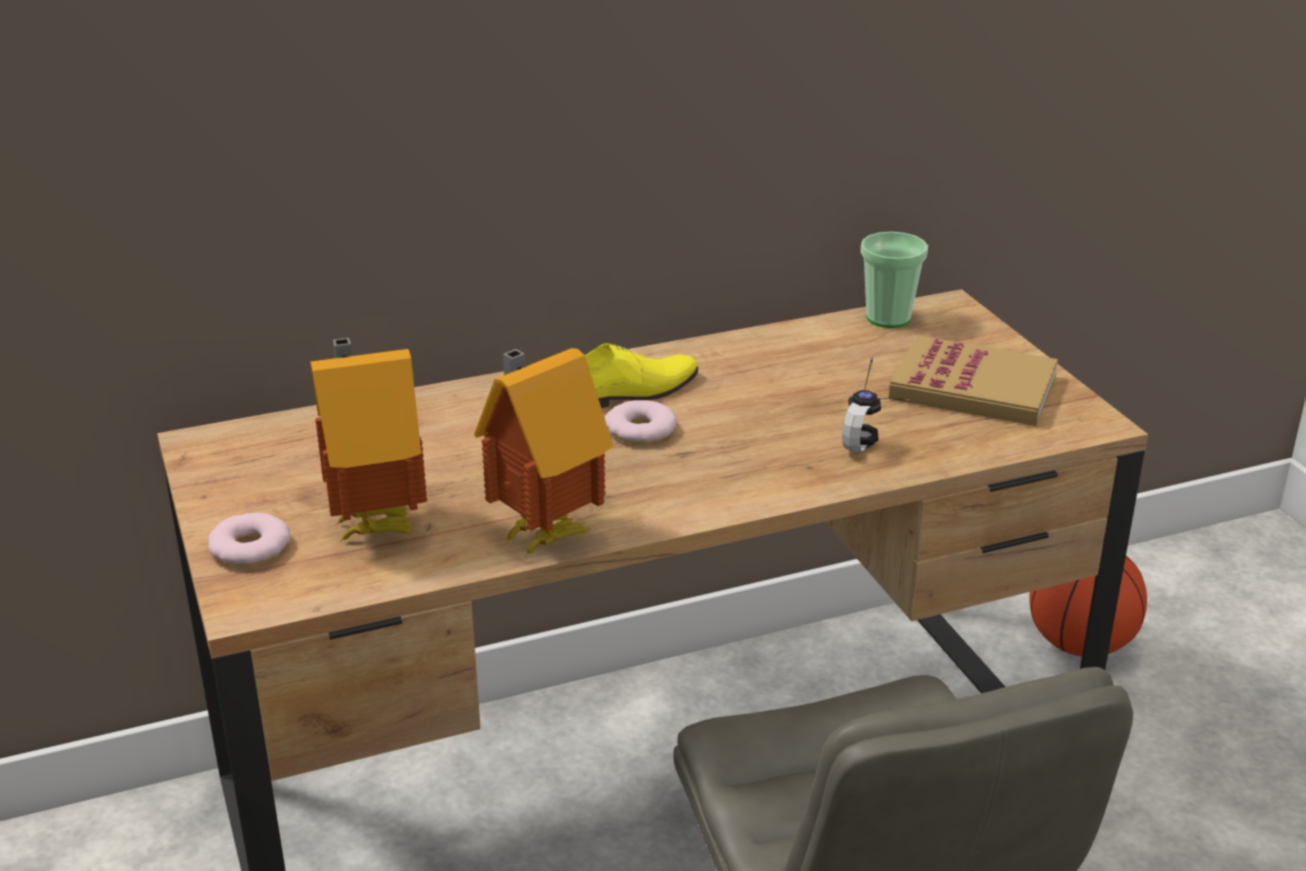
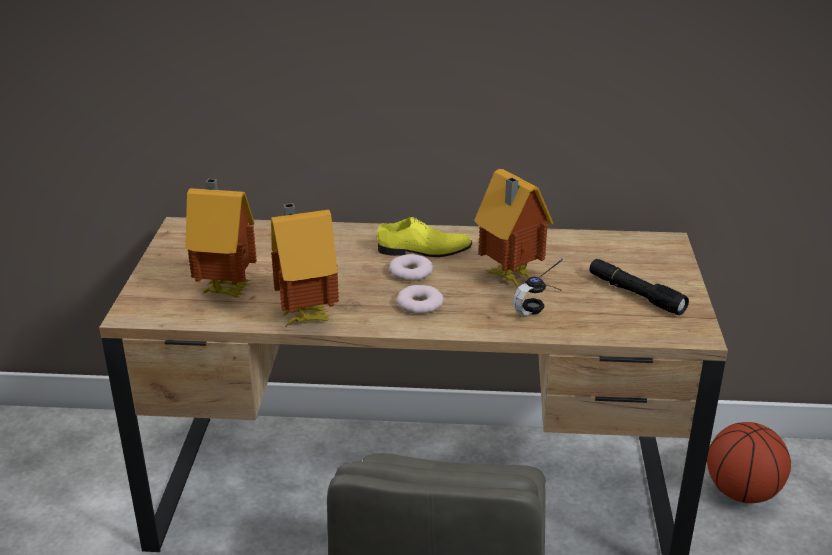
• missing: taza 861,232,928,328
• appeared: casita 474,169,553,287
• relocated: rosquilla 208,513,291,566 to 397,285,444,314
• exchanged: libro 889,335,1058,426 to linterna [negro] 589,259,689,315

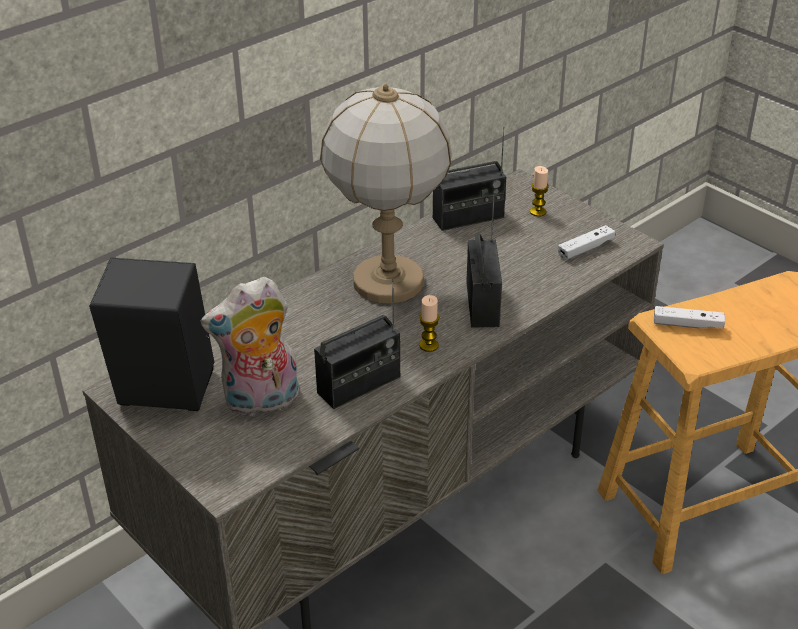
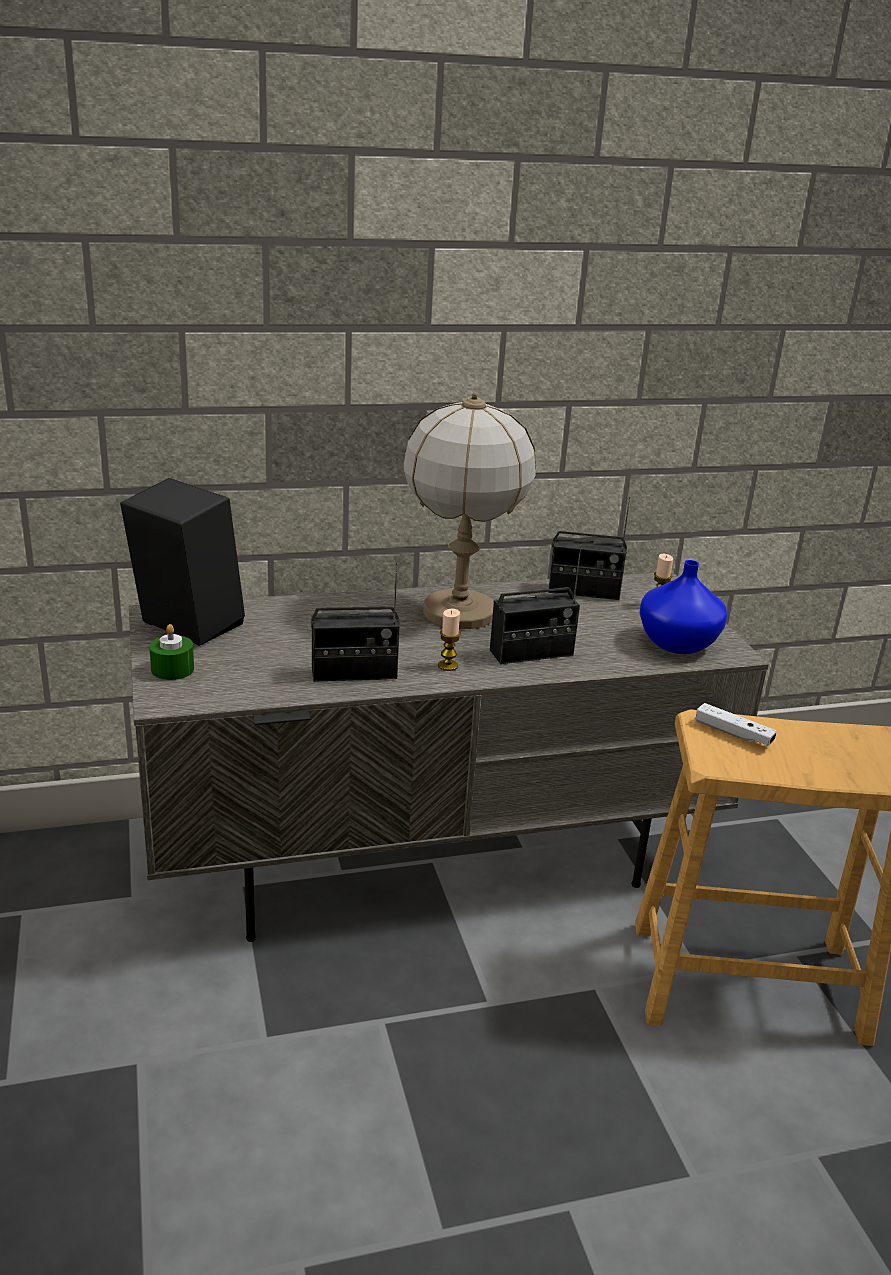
• missing: peluche 201,277,299,417
• appeared: vela [verde] 149,624,194,680
• exchanged: mando de consola [blanco] 558,225,615,260 to florero [azul] 640,560,727,654
• spun: radio 466,191,502,327 = 490,544,582,664 45 degrees clockwise

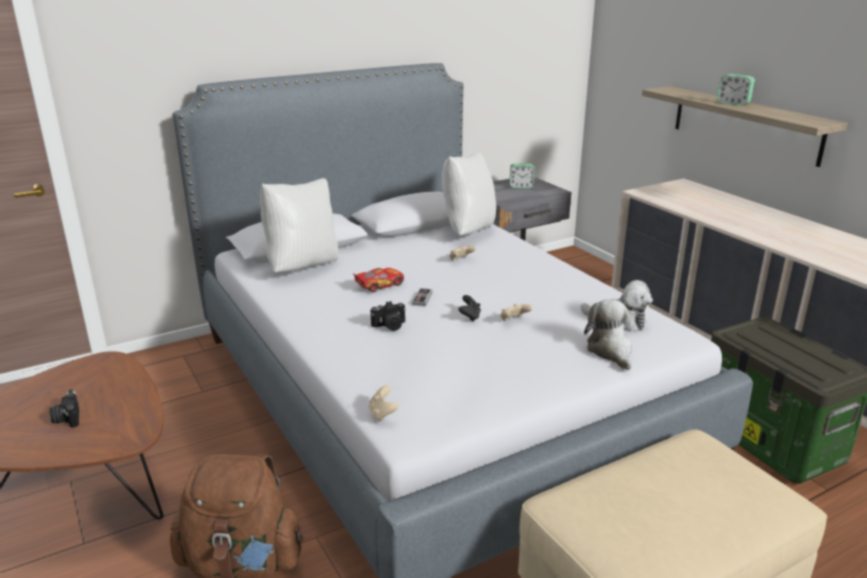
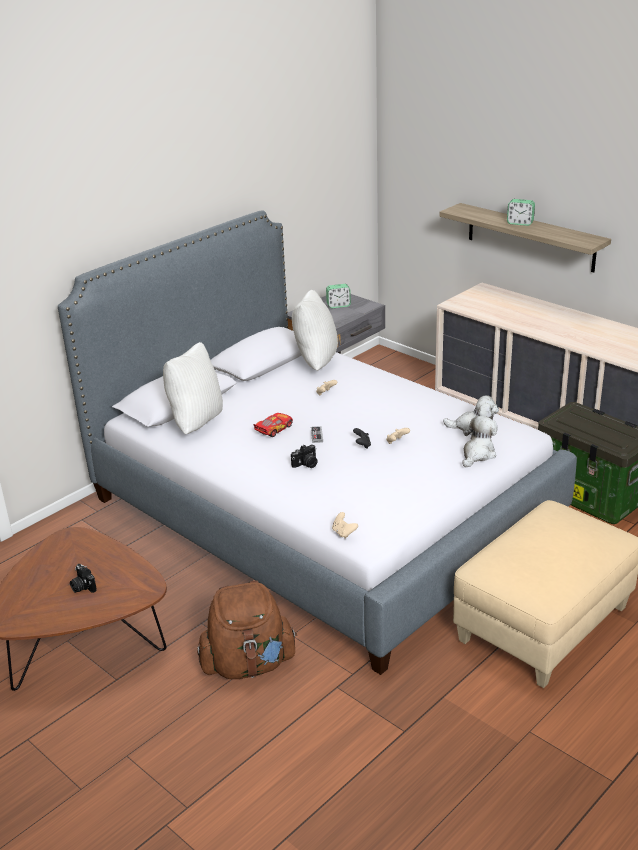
• spun: peluche 584,299,632,370 = 463,416,497,468 60 degrees clockwise

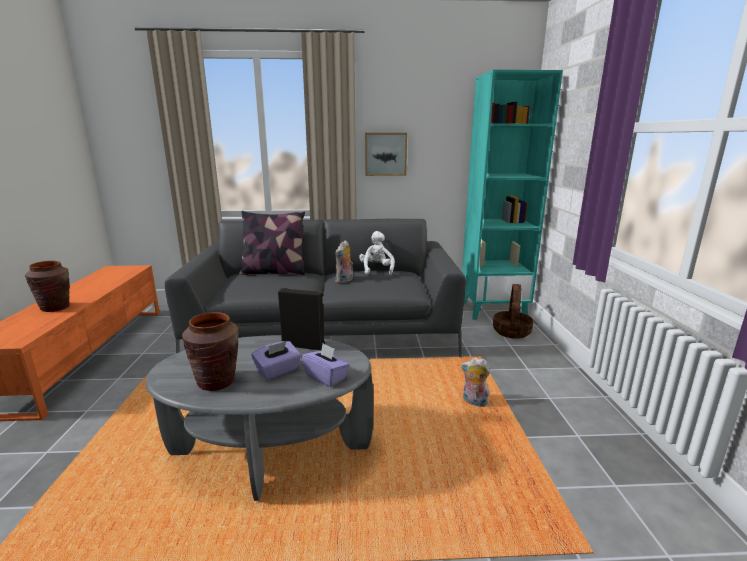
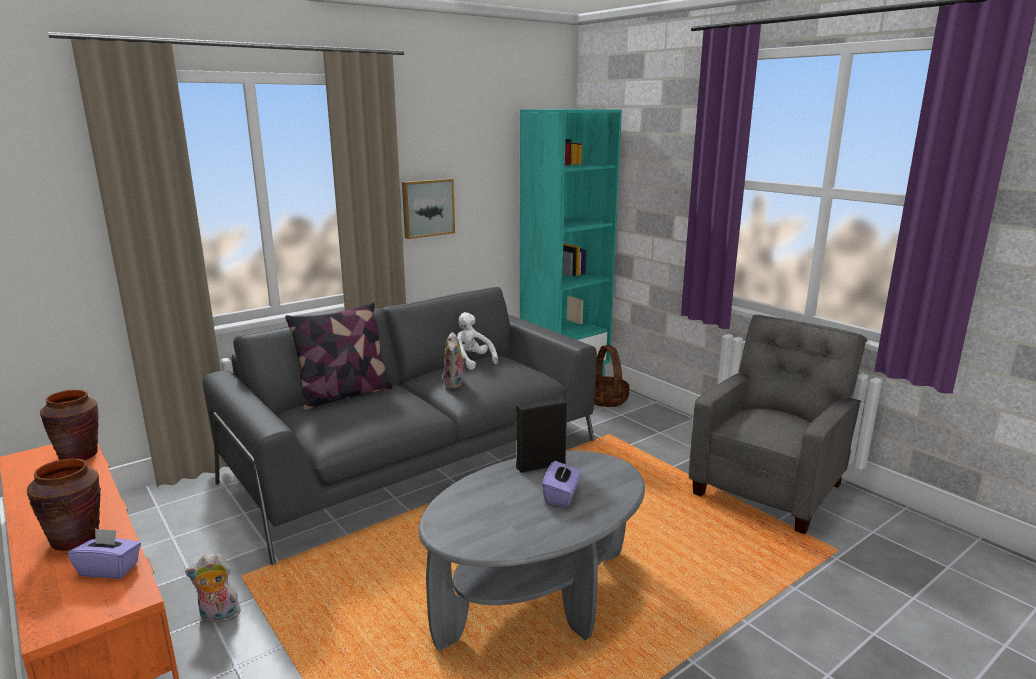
• appeared: sillón [gris] 689,315,868,534
• relocated: florero [marrón] 182,312,239,391 to 40,390,99,460
• relocated: caja de pañuelos [morado] 301,343,350,387 to 68,528,141,579
• relocated: peluche 461,357,490,407 to 185,553,241,625

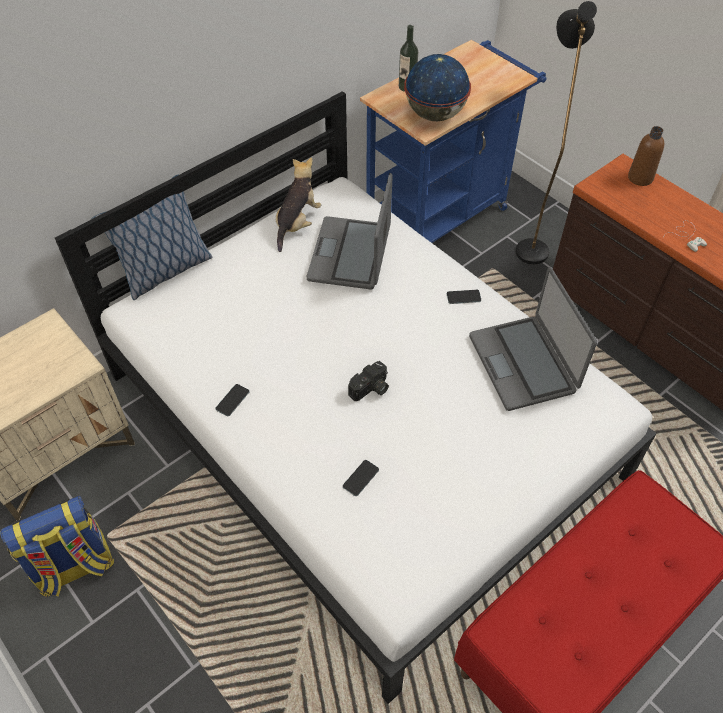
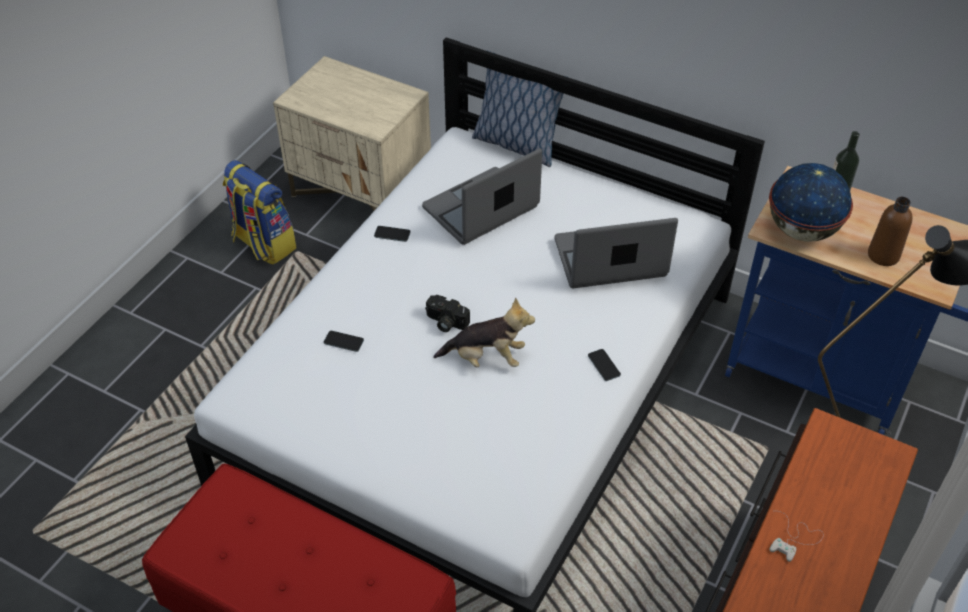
• relocated: peluche 276,158,321,252 to 433,297,535,367
• relocated: portátil 469,267,597,411 to 422,148,542,245
• relocated: botella [marrón] 628,126,664,186 to 868,197,913,266

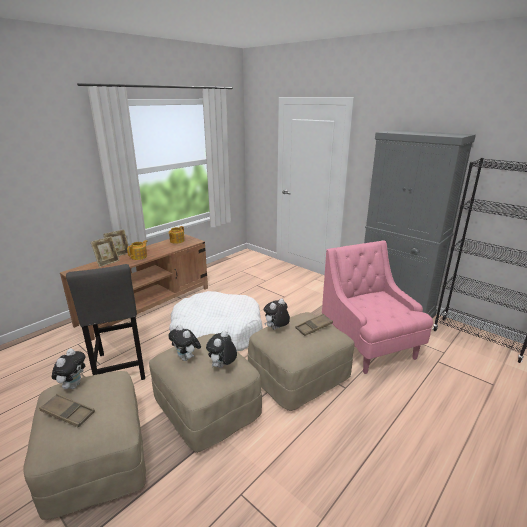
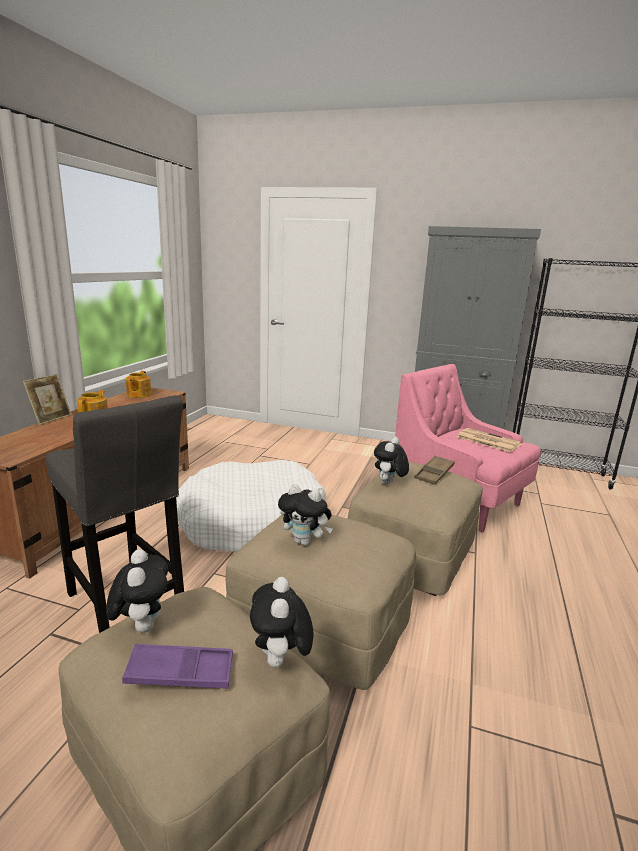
• missing: portarretratos 91,236,120,267
• appeared: periódico 457,428,522,452
• relocated: peluche 206,331,237,368 to 250,577,314,668
• colour: bandeja [marrón] 39,394,95,428 to bandeja [morado] 122,644,233,689

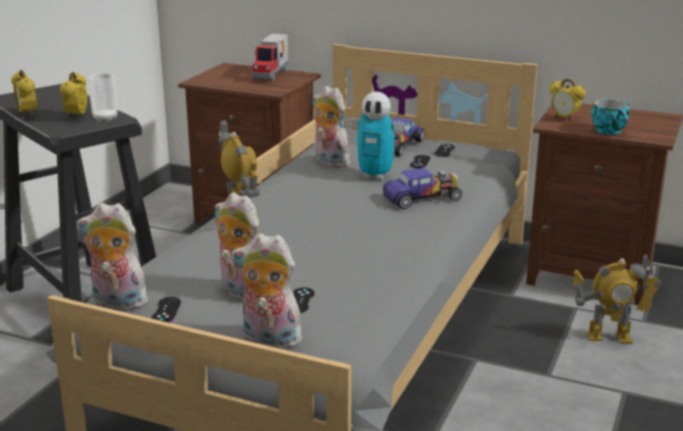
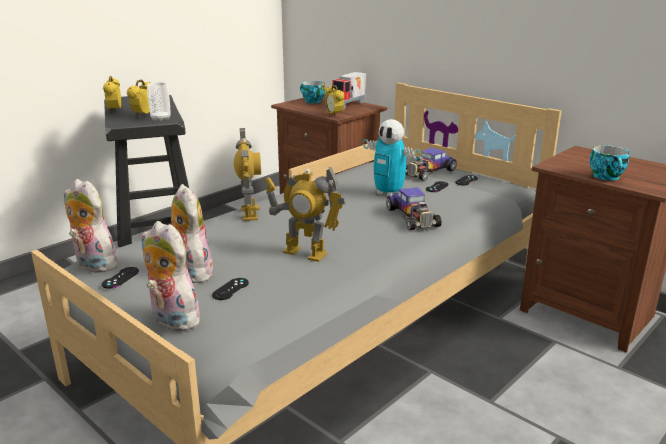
• missing: peluche 312,86,355,168
• appeared: taza 300,81,325,104
• relocated: despertador 549,79,586,121 to 325,85,344,117
• relocated: robot de juguete 571,254,662,344 to 265,166,346,262
• spun: coche de juguete 383,168,462,209 = 386,188,442,230 75 degrees clockwise

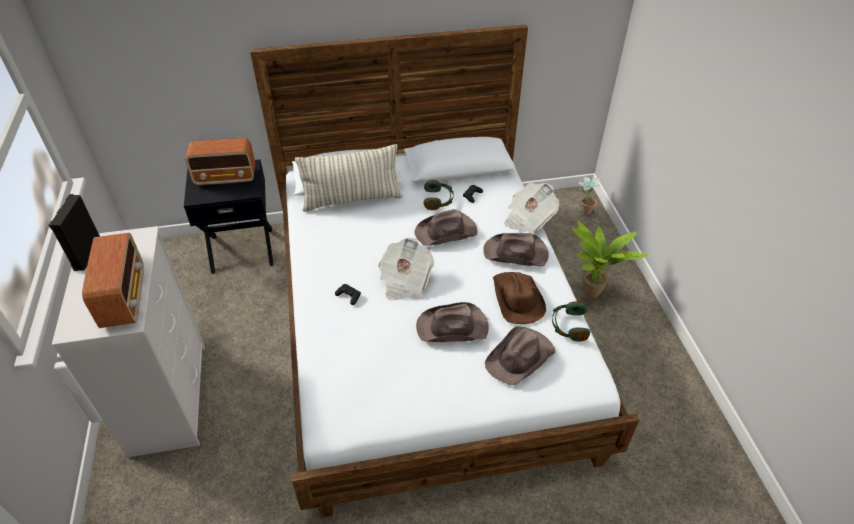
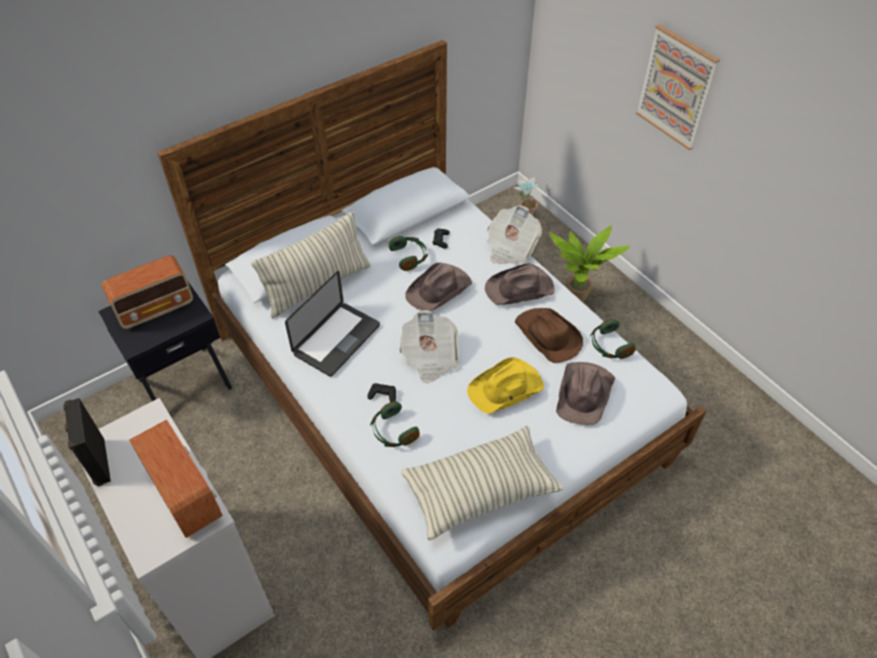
• appeared: portátil 285,271,380,377
• appeared: auriculares [verde] 370,401,420,447
• appeared: cojín 401,426,563,541
• appeared: cuadro 636,24,719,150
• colour: sombrero [marrón] 416,302,489,342 to sombrero [amarillo] 467,357,544,413

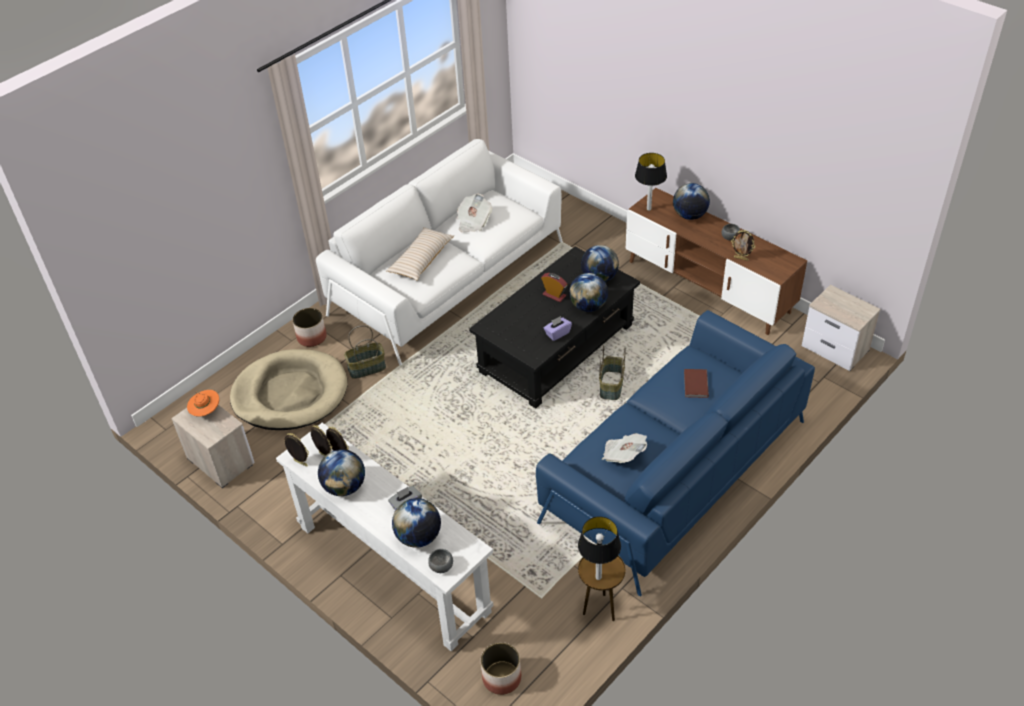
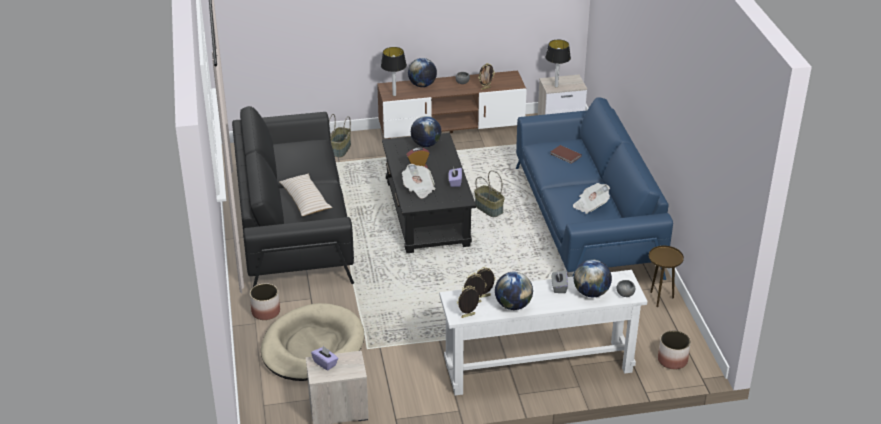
• missing: globo terráqueo 569,273,608,312
• relocated: cesta 344,325,386,379 to 329,114,351,157
• relocated: periódico 457,194,492,233 to 402,164,436,199
• relocated: lámpara de mesa 578,517,621,580 to 546,40,571,88
• exchanged: sombrero [naranja] 187,390,219,417 to caja de pañuelos [morado] 311,346,338,371
• colour: sofá [blanco] 316,139,563,365 to sofá [negro] 232,106,354,287

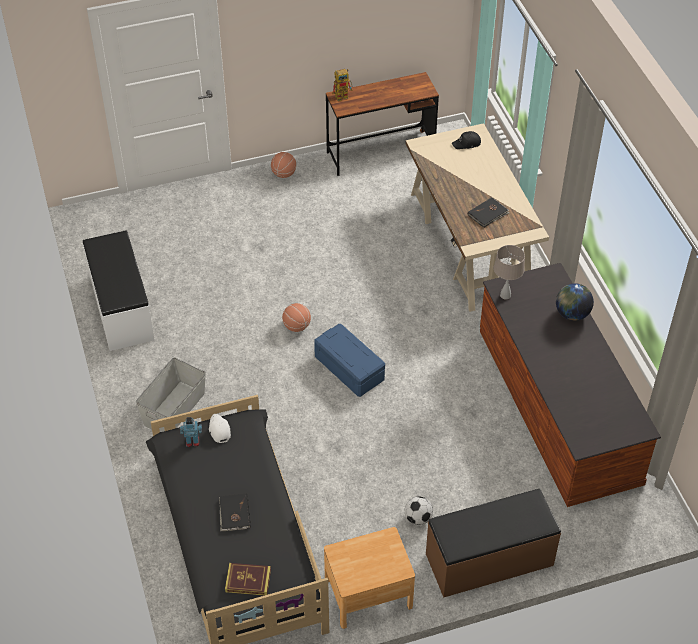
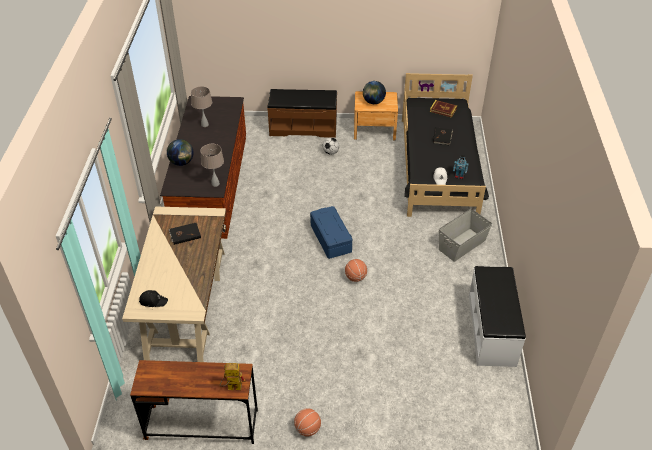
• appeared: lámpara de mesa [beis] 191,86,212,127
• appeared: globo terráqueo 363,81,386,104

